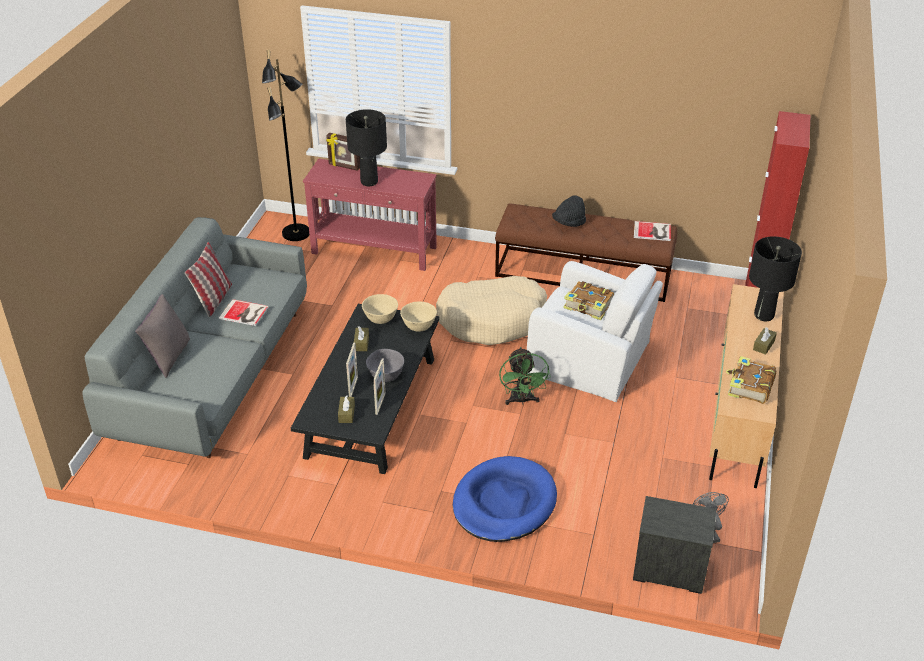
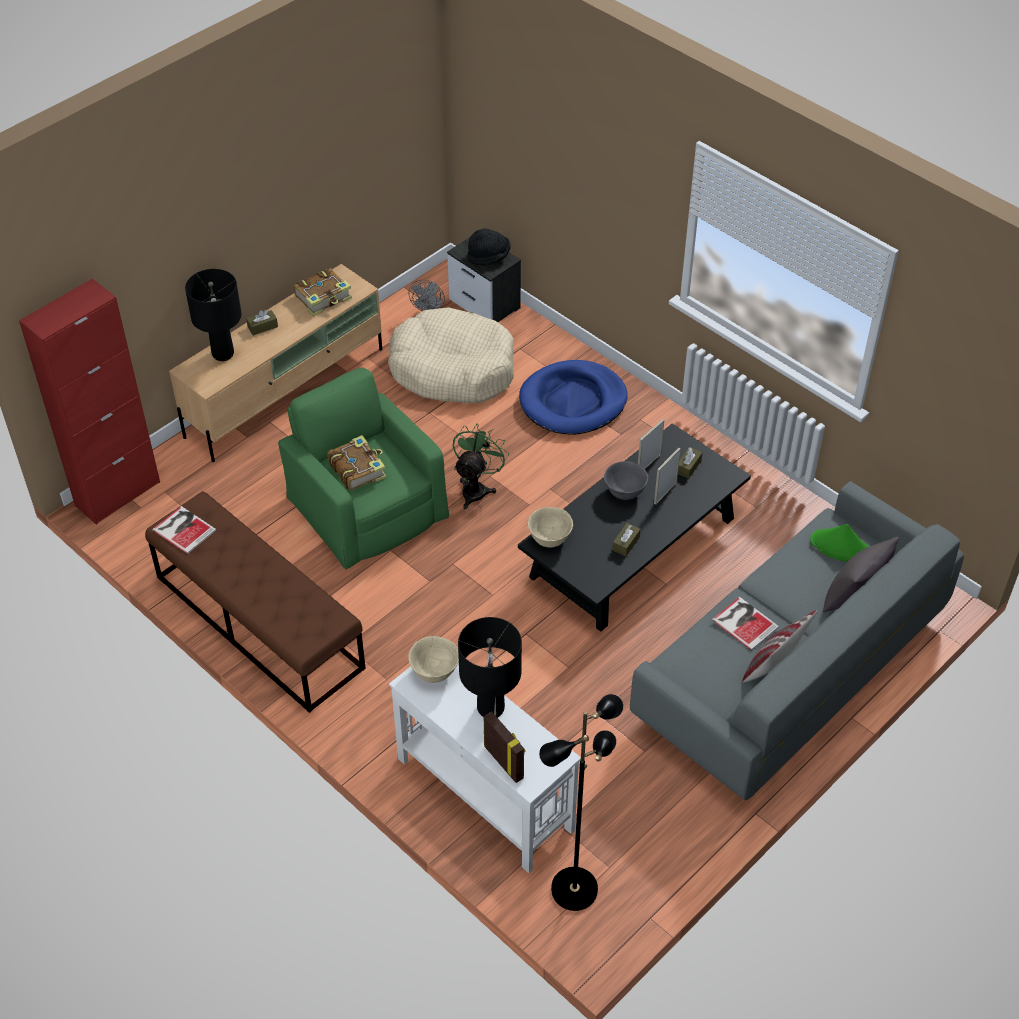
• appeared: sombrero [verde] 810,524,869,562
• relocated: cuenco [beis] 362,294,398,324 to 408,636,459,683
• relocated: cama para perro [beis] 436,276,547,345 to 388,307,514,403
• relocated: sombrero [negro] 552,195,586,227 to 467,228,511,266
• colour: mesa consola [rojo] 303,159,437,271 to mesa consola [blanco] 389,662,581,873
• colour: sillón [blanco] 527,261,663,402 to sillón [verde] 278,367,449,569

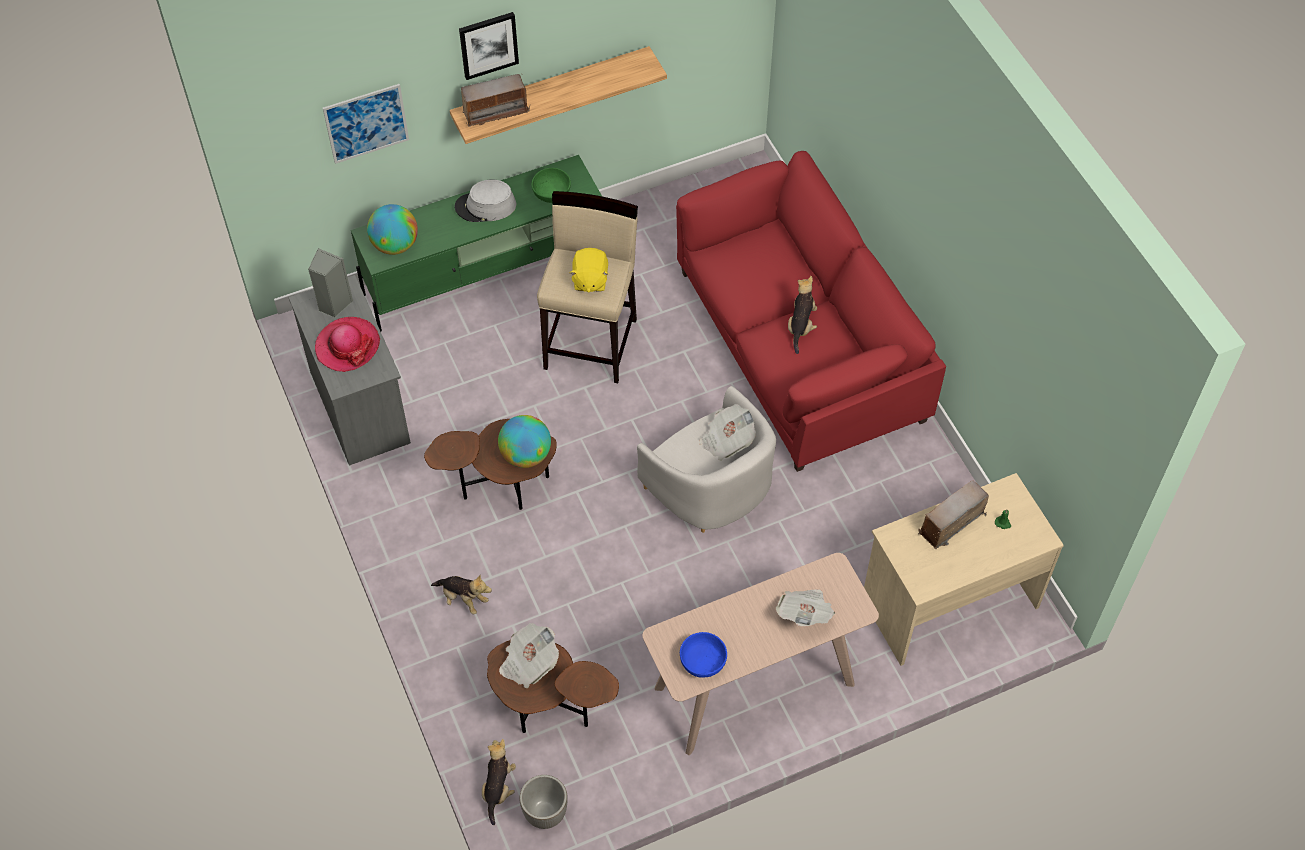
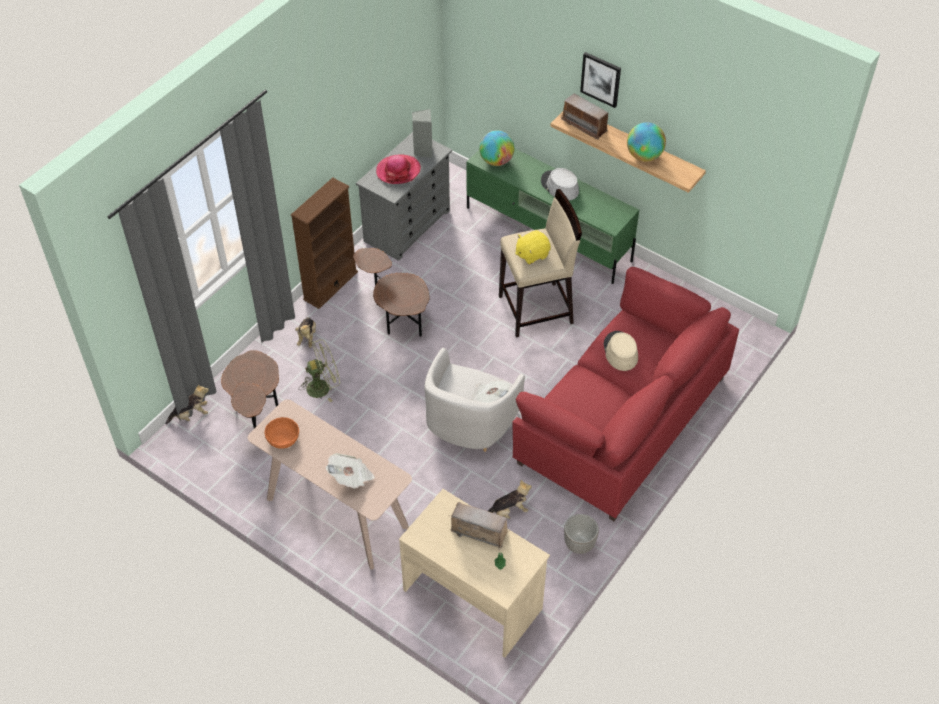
• missing: cuadro 323,84,409,164
• missing: periódico 499,623,559,688
• missing: cuenco [verde] 531,168,571,203
• appeared: estantería [marrón] 291,178,358,309
• appeared: ventilador [verde] 299,339,340,402
• appeared: sombrero [beis] 604,331,638,371
• relocated: globo terráqueo 498,415,551,468 to 627,122,666,161
• relocated: maceta 520,775,568,829 to 564,514,599,554
• relocated: peluche 788,276,817,354 to 488,480,532,519
• colour: cuenco [azul] 680,632,727,678 to cuenco [naranja] 265,417,299,449

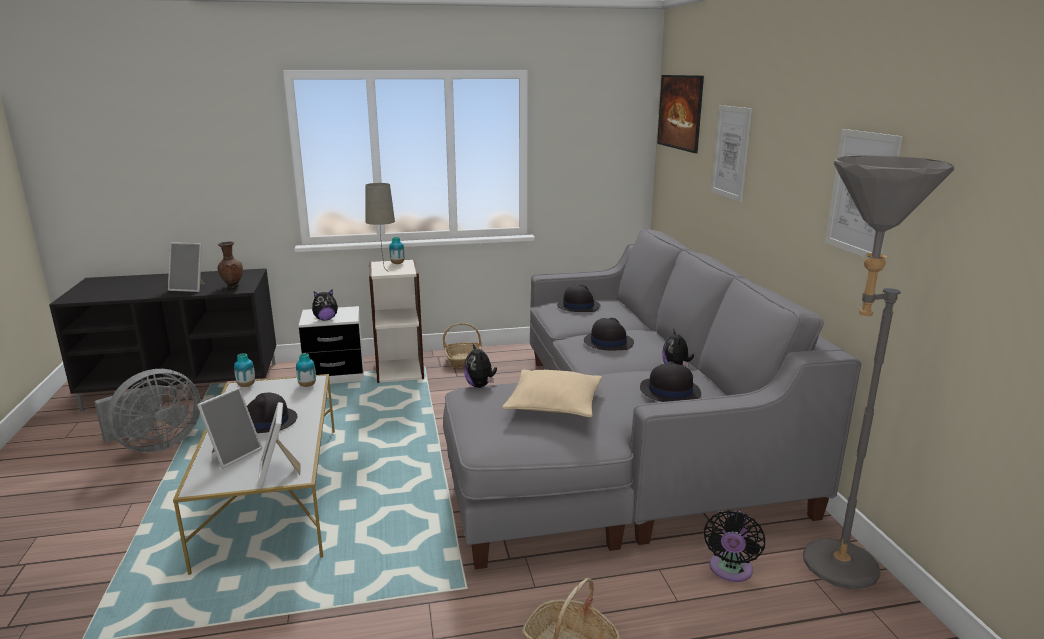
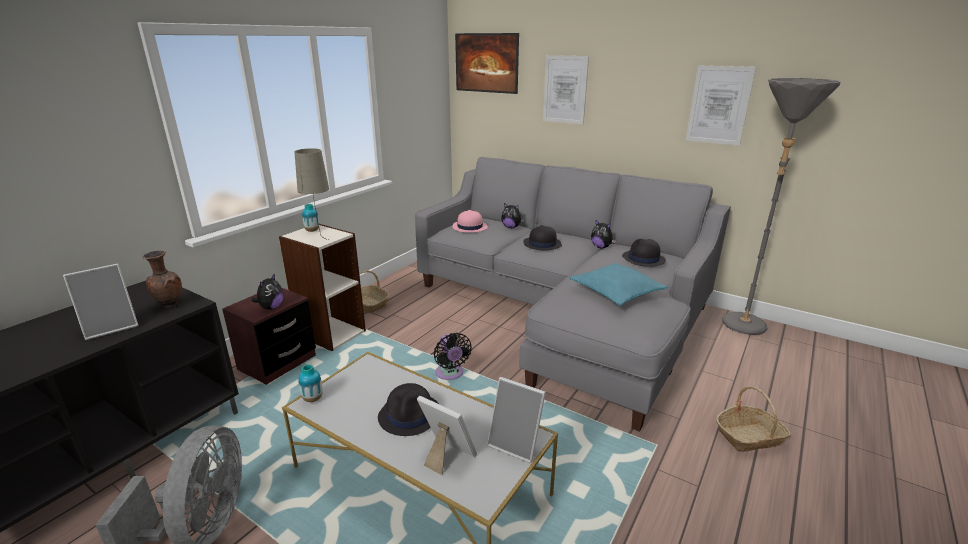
• missing: florero 296,353,316,387
• relocated: peluche 464,344,497,388 to 501,203,524,228
• relocated: ventilador [negro] 704,510,765,582 to 434,333,472,380
• colour: mesita de noche [blanco] 299,306,364,384 to mesita de noche [marrón] 222,288,316,385
• colour: cojín [beis] 502,369,602,417 to cojín [turquesa] 569,263,668,306
• colour: sombrero [negro] 557,285,600,312 to sombrero [rosa] 452,210,488,233
• spun: portarretratos 197,387,262,468 = 417,396,477,475 45 degrees counterclockwise

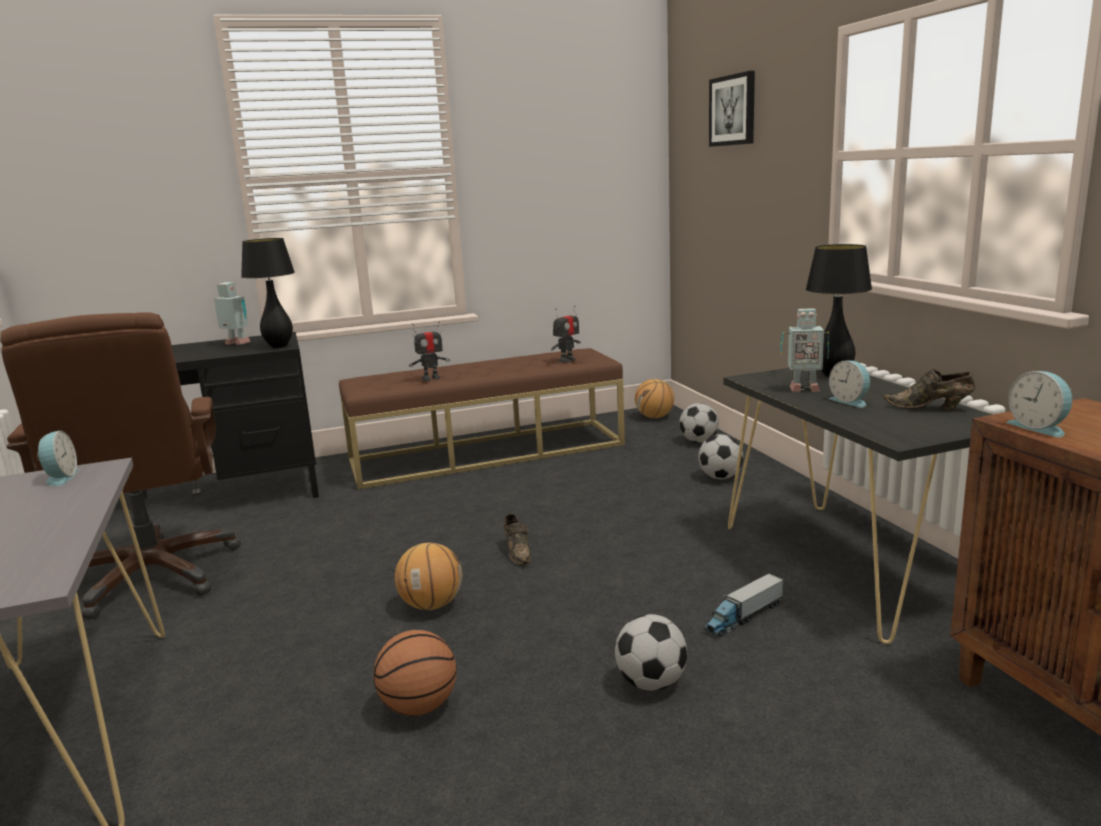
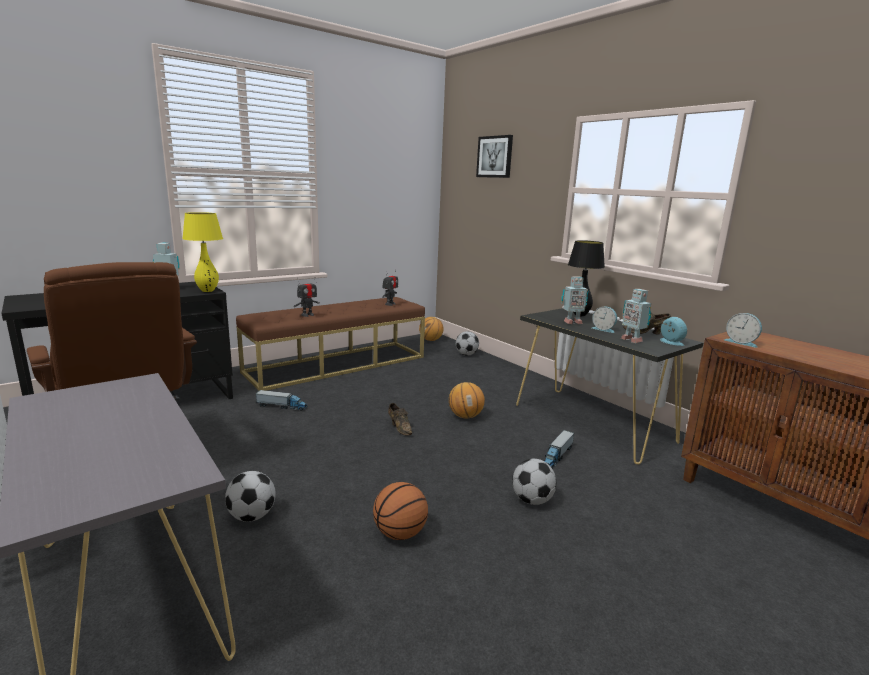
• appeared: camión de juguete 255,390,308,410
• appeared: robot de juguete 621,289,651,343
• relocated: despertador 37,431,79,486 to 660,317,687,346
• relocated: balón de baloncesto 395,543,462,610 to 449,382,485,419
• relocated: balón de fútbol 698,434,743,479 to 225,471,276,522
• colour: lámpara de mesa [negro] 241,238,295,348 to lámpara de mesa [amarillo] 182,212,223,292

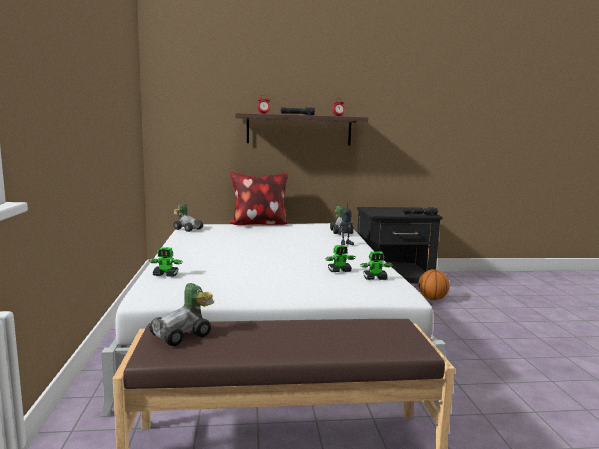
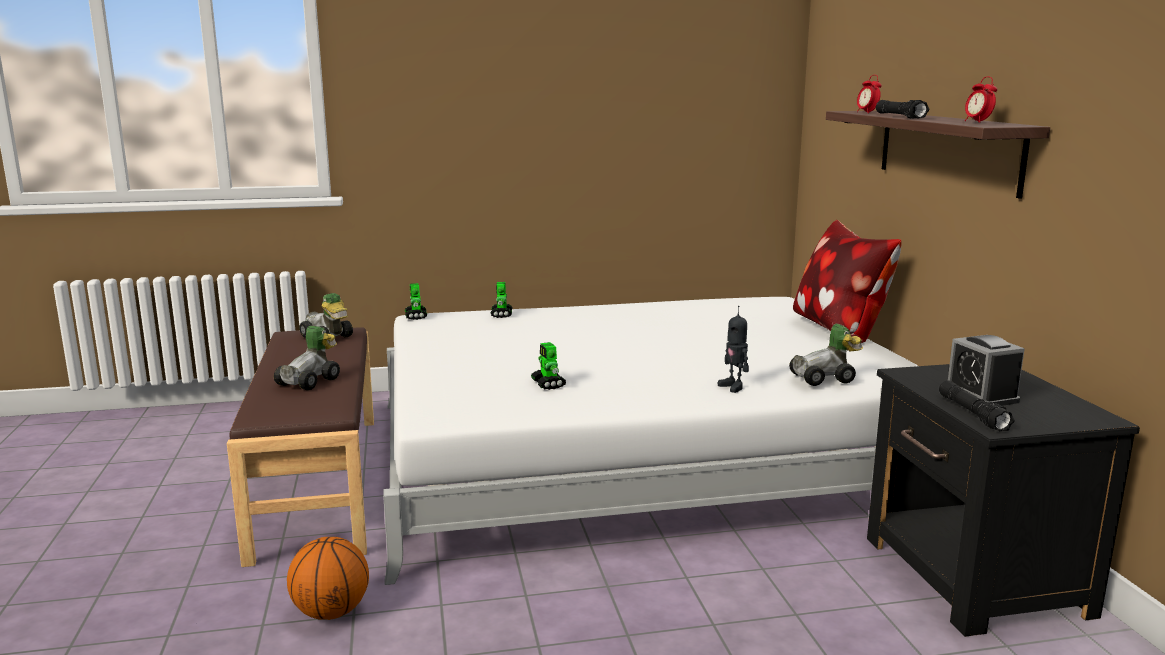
• appeared: despertador 948,335,1025,406
• relocated: coche de juguete 173,204,203,232 to 274,326,340,390
• relocated: robot de juguete 360,251,393,280 to 405,283,427,320
• relocated: balón de baloncesto 418,269,450,300 to 287,537,369,620

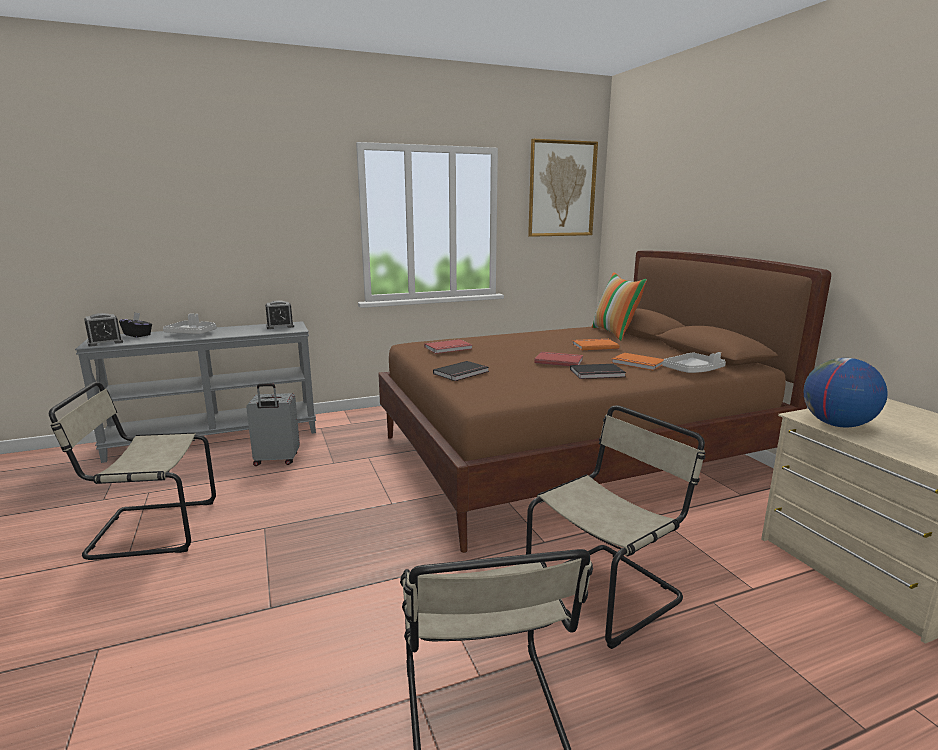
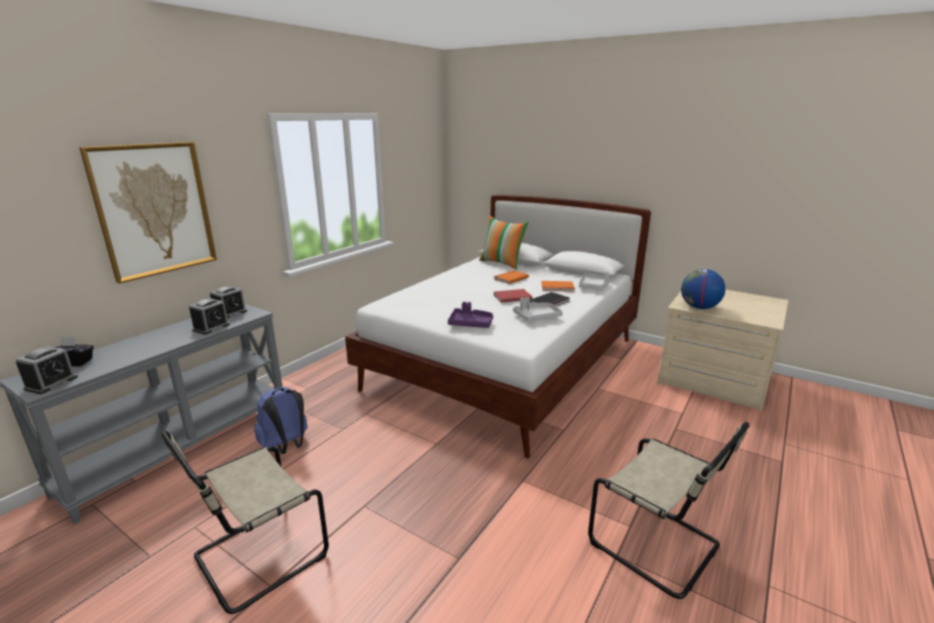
• missing: libro [rojo] 424,339,472,354
• missing: silla [beis] 526,405,705,649
• appeared: despertador 189,298,230,335
• relocated: bandeja [gris] 163,314,217,334 to 513,297,563,322
• relocated: cuadro 528,139,598,237 to 79,142,217,284
• exchanged: maleta [gris] 246,383,300,466 to mochila [azul] 254,387,308,454
• exchanged: libro [negro] 433,361,489,381 to bandeja [morado] 448,302,493,328
• colour: cama [marrón] 378,250,831,553 to cama [blanco] 345,195,651,458

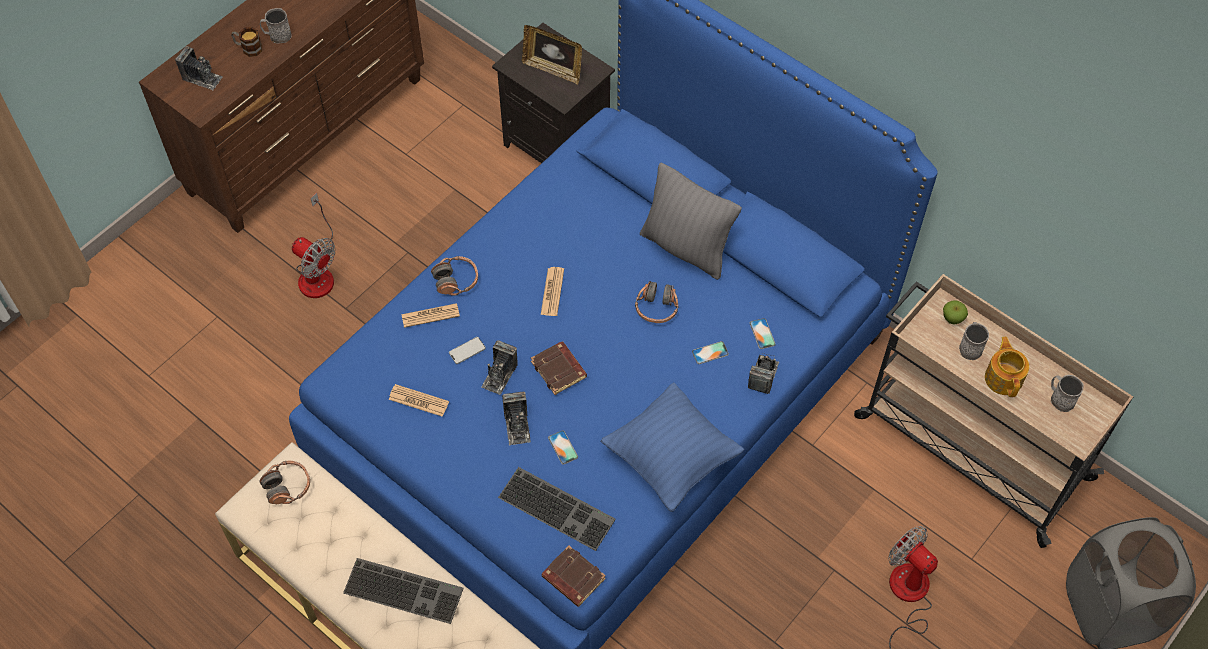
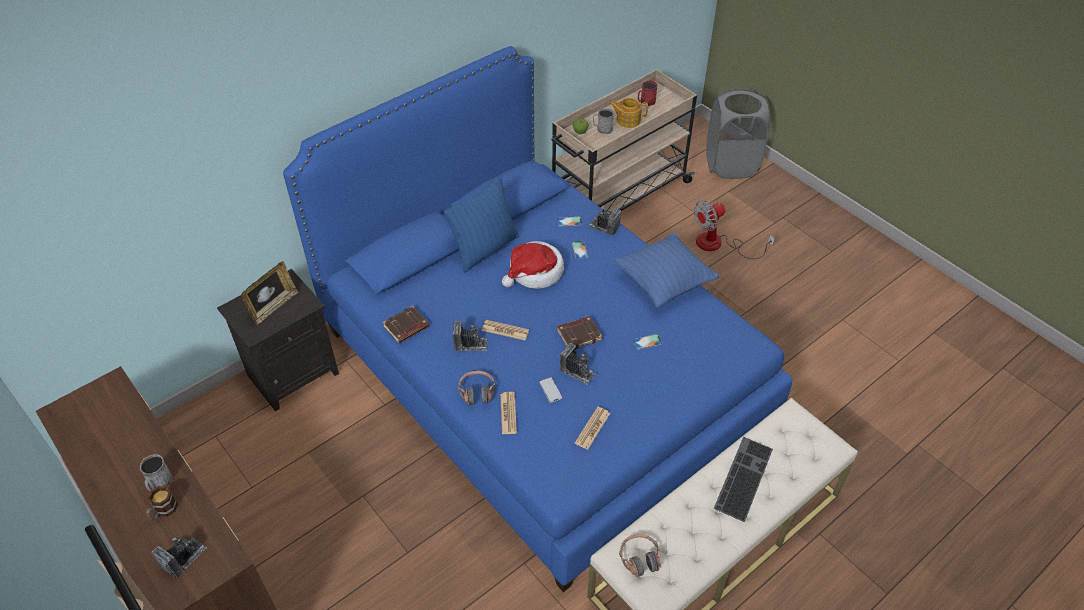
• missing: ventilador 292,193,335,298
• missing: teclado 498,467,615,551
• relocated: cámara 502,391,531,446 to 453,321,488,351
• relocated: libro [marrón] 542,545,606,607 to 383,306,430,343
• exchanged: auriculares 635,281,679,323 to sombrero 502,241,564,289
• colour: cojín [gris] 640,163,742,280 to cojín [azul] 444,176,519,272
• colour: taza grande [gris] 1051,375,1083,412 to taza grande [rojo] 638,80,658,106

